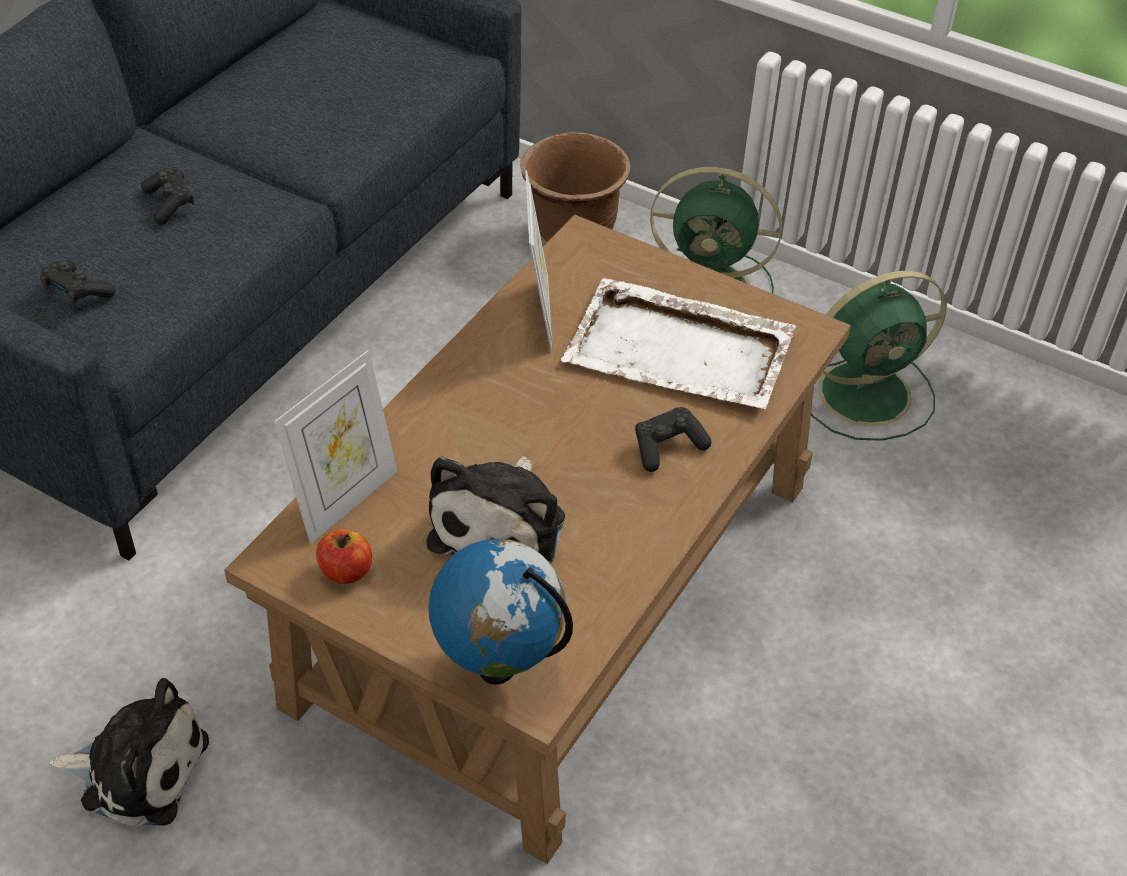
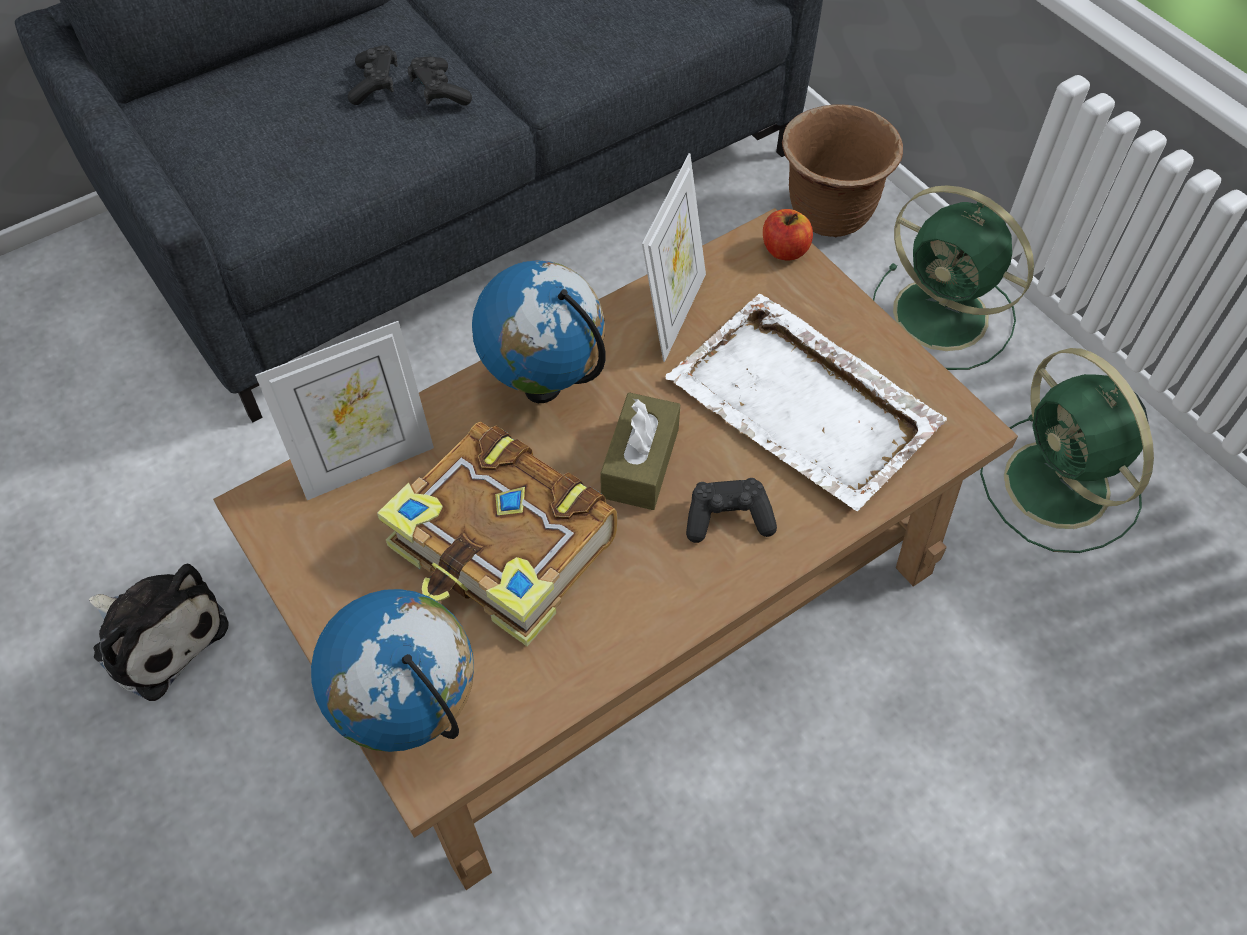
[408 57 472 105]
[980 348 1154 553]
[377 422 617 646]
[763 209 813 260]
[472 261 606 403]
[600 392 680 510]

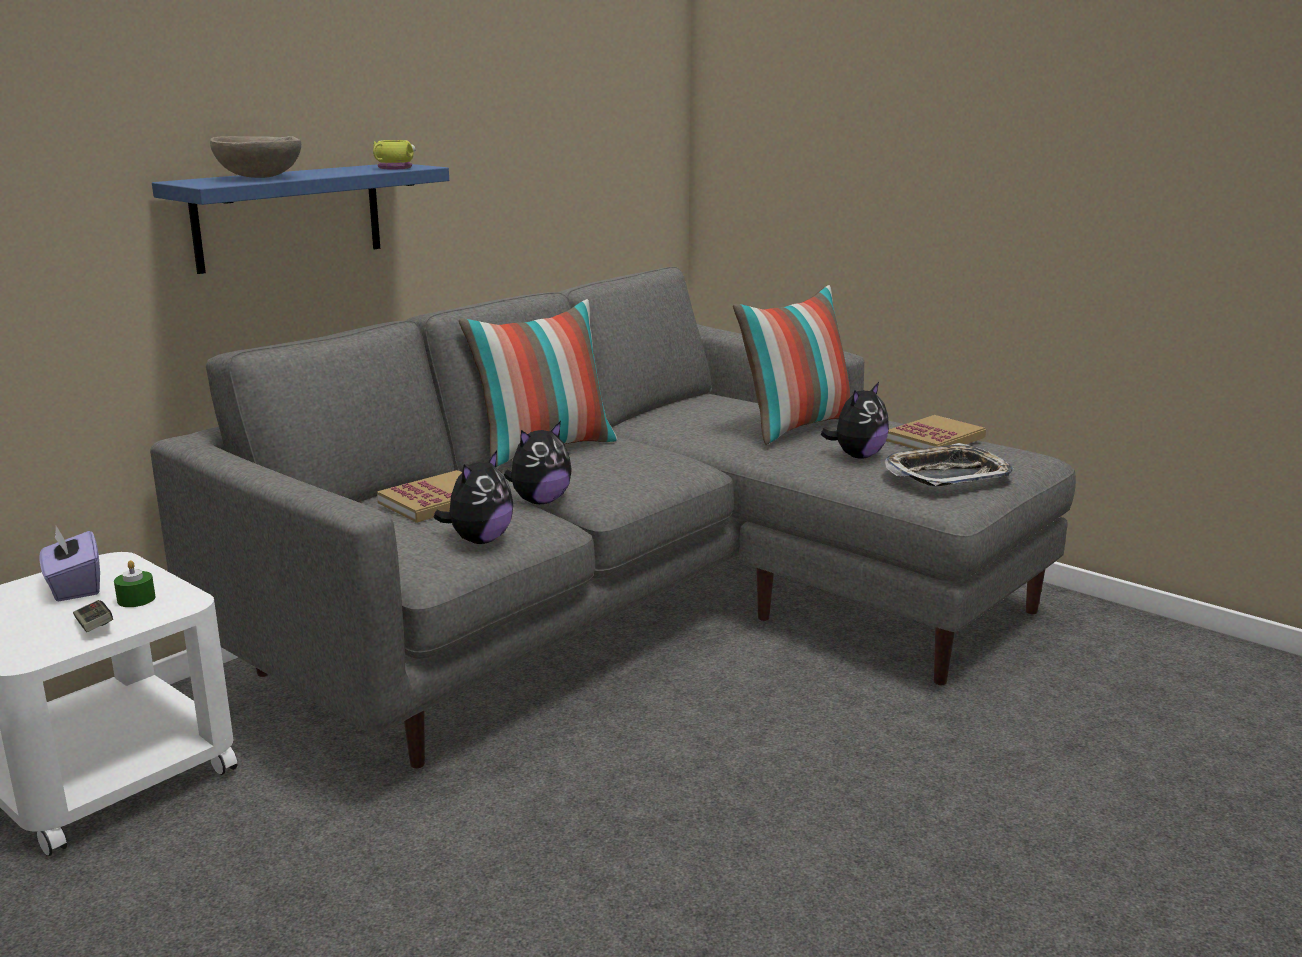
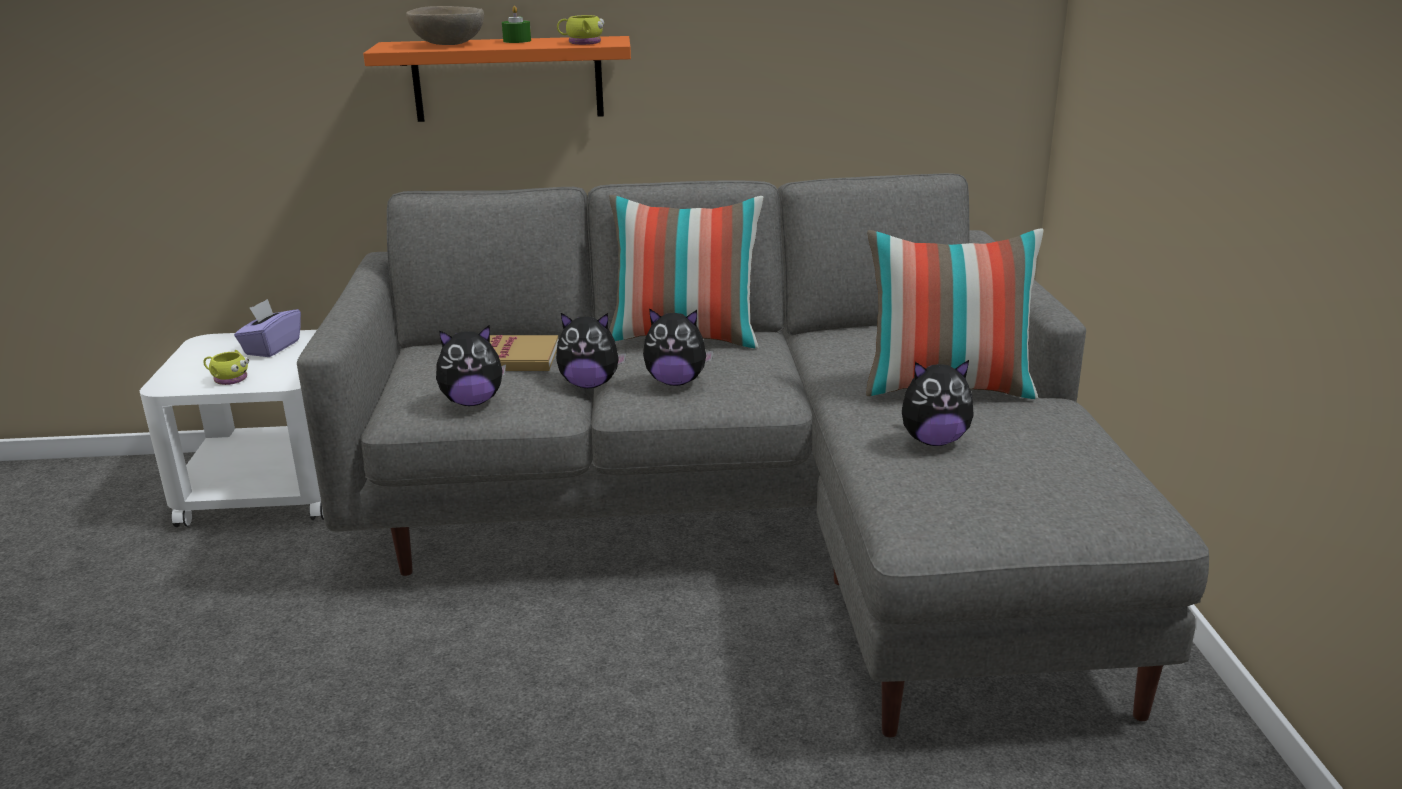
[363 36 631 122]
[886 415 986 450] (first image)
[885 443 1014 486] (first image)
[502 6 531 43]
[203 350 249 385]
[643 308 714 386]

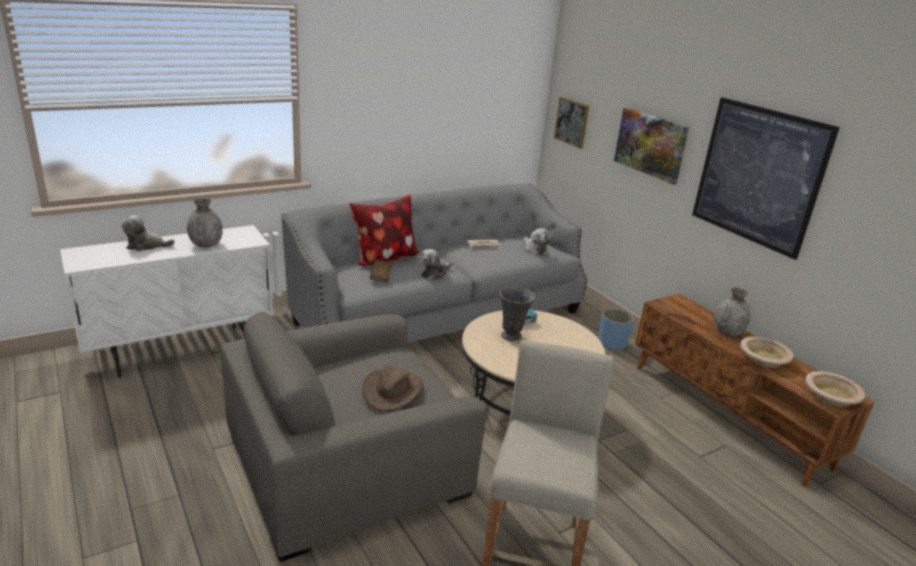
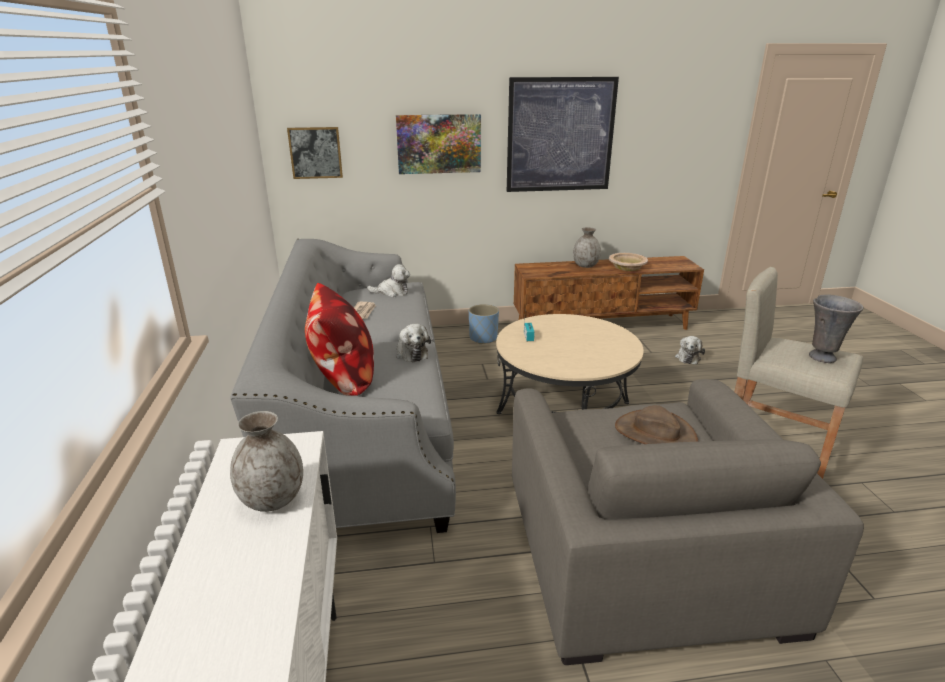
[675 336 705 365]
[370 259 392 283] (first image)
[809 295 864 363]
[805 371 865 407] (first image)

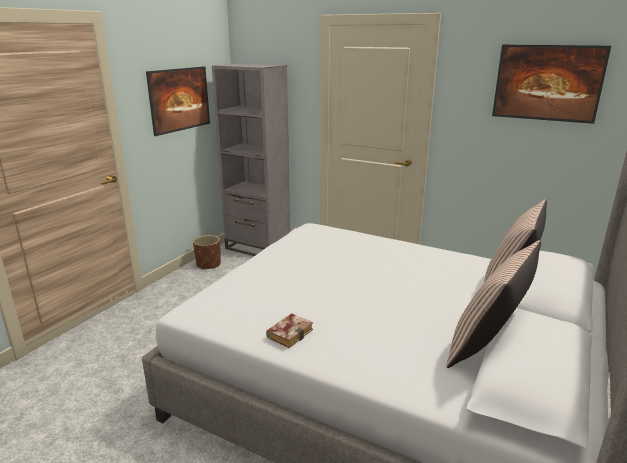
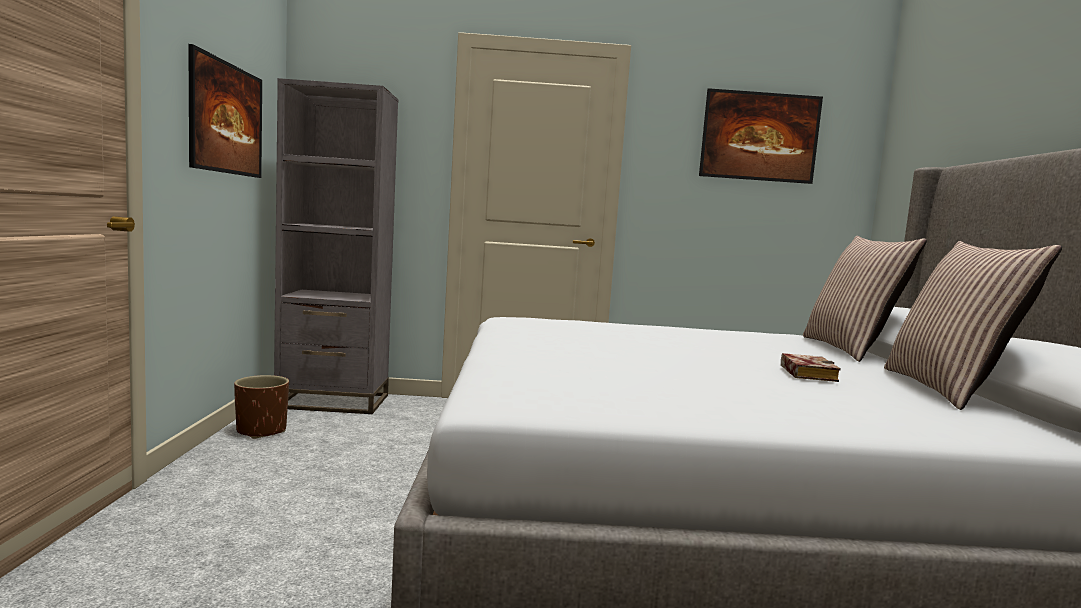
[781 353 841 382]

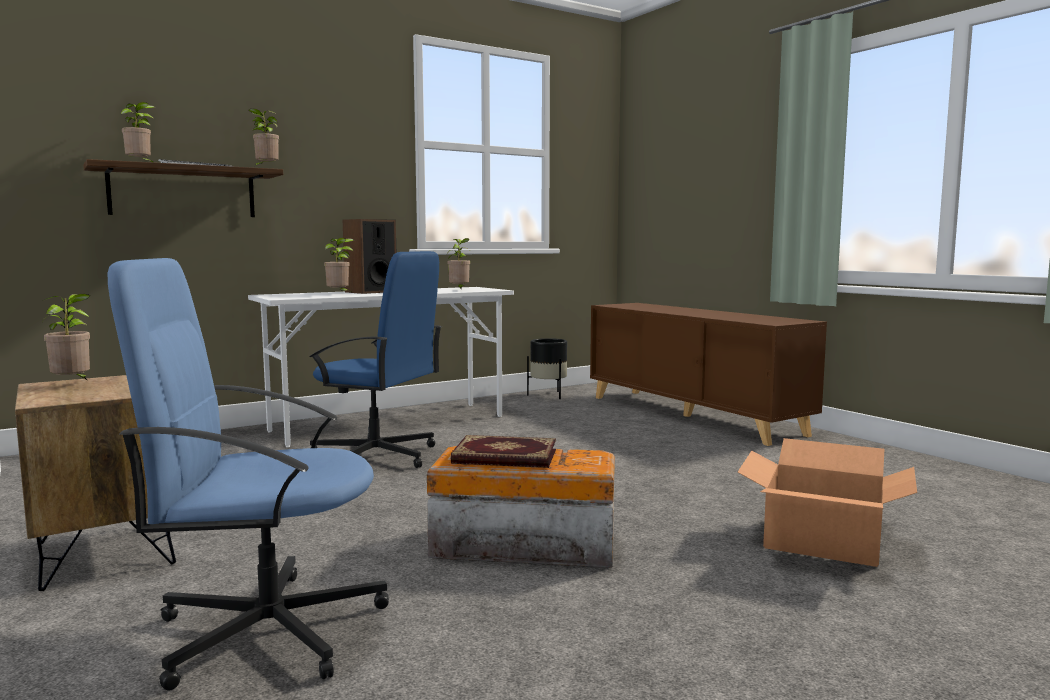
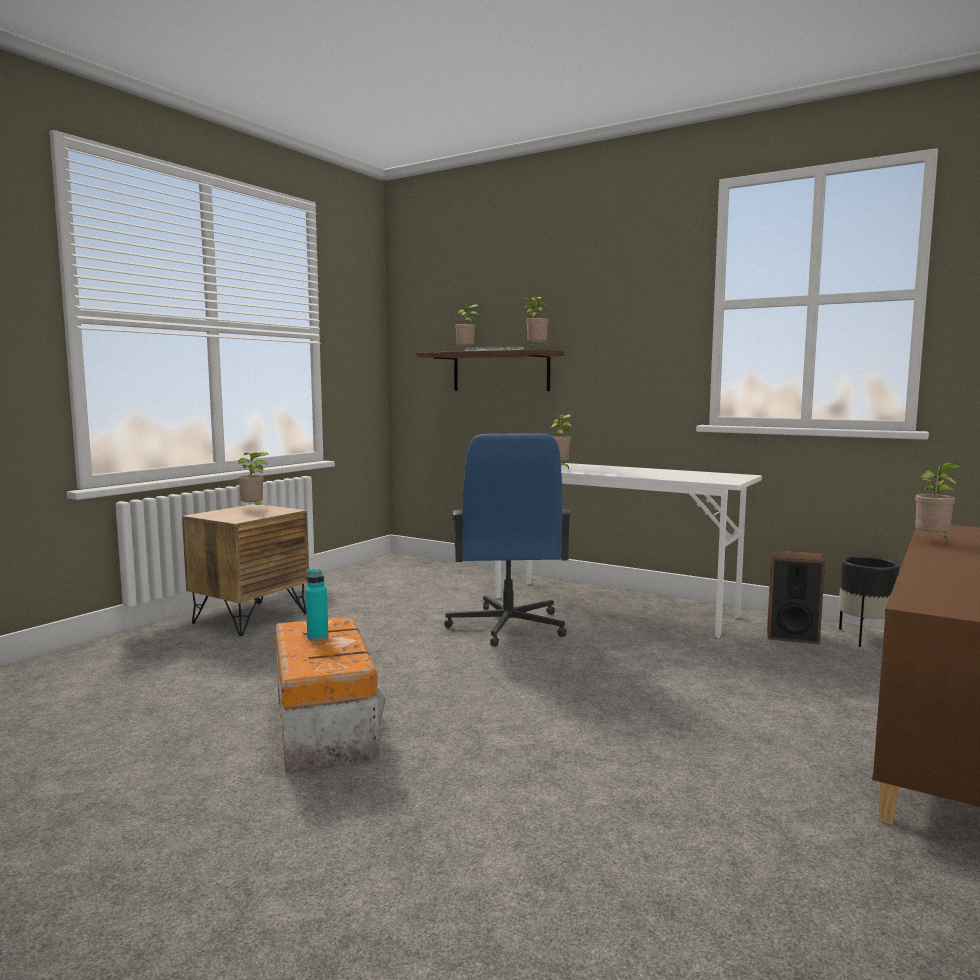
[767 550 825 645]
[915 463 962 539]
[108 258 389 691] (first image)
[306 569 328 641]
[738 438 917 567] (first image)

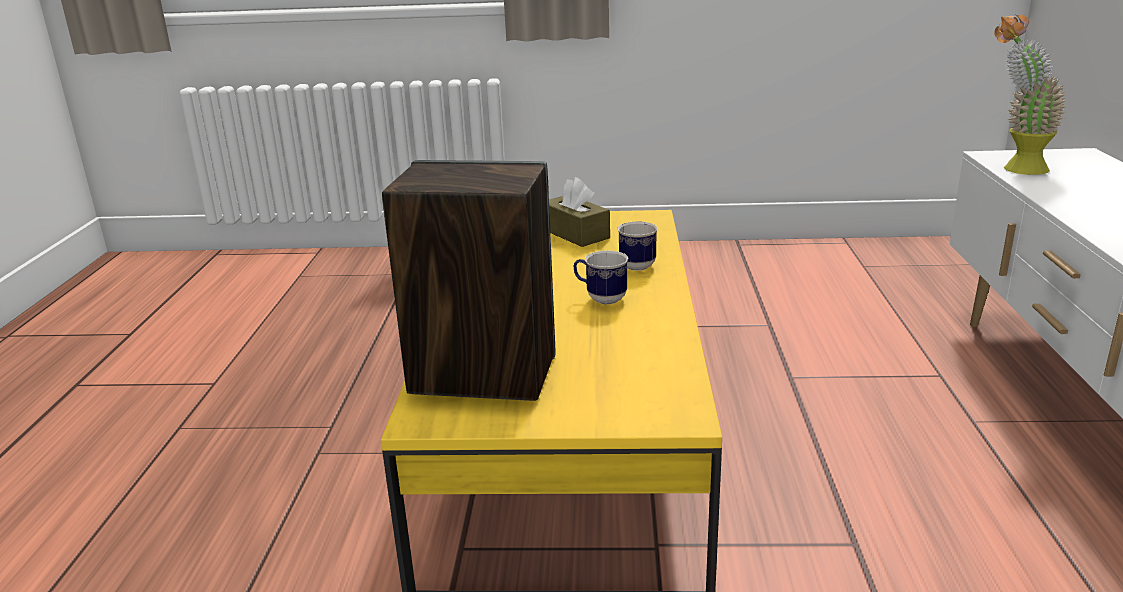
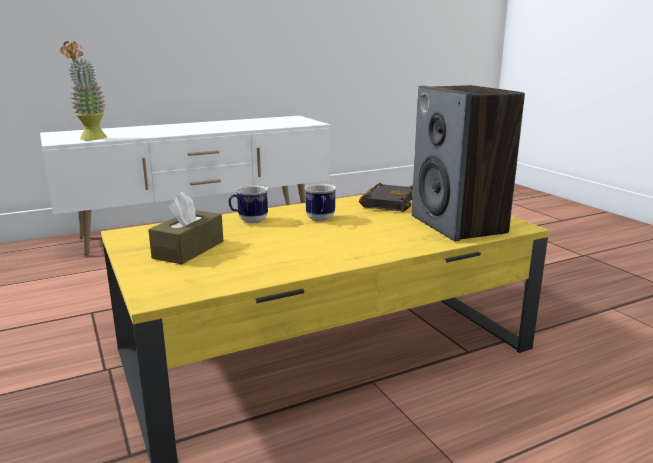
[359 183 413 212]

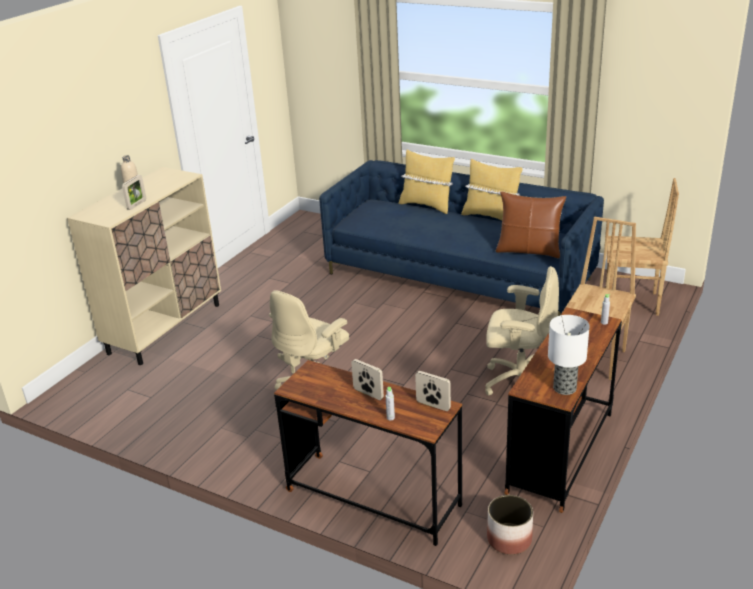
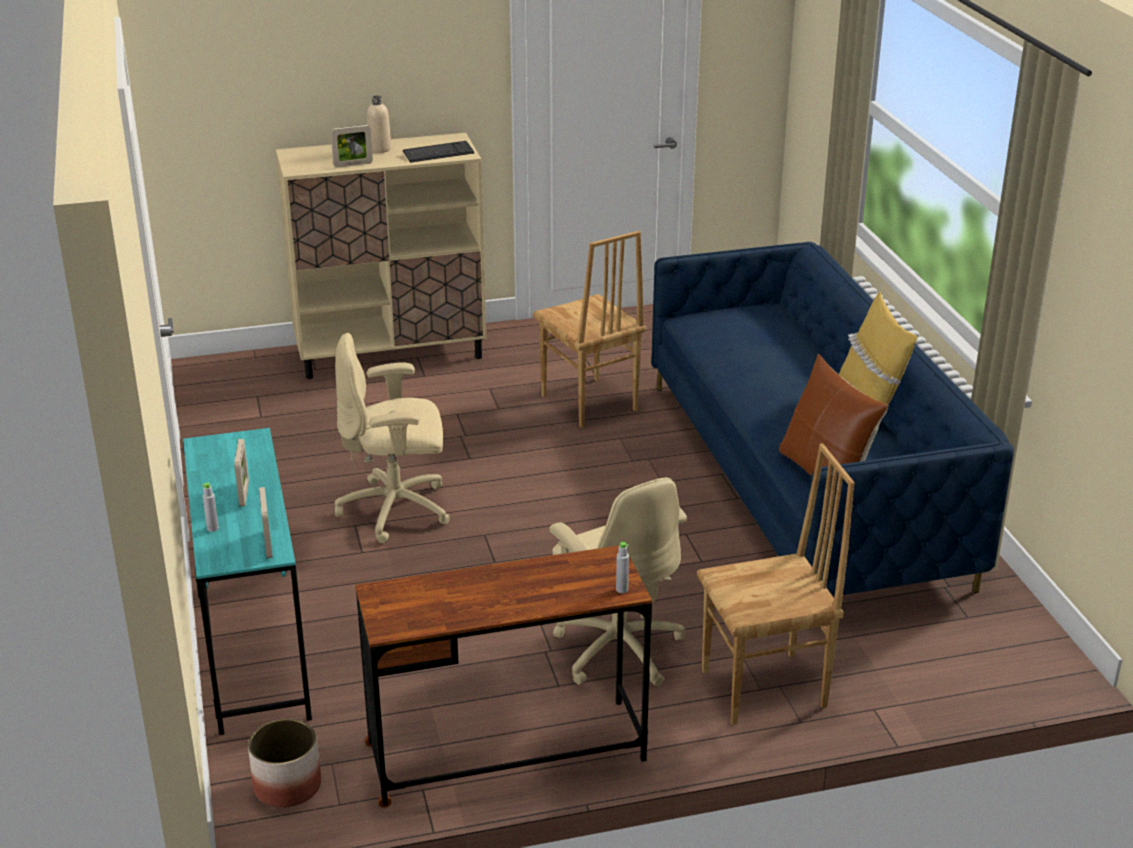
[398 149 455 214] (first image)
[533 231 646 428]
[548 315 590 395] (first image)
[183 428 312 735]
[403 141 474 163]

